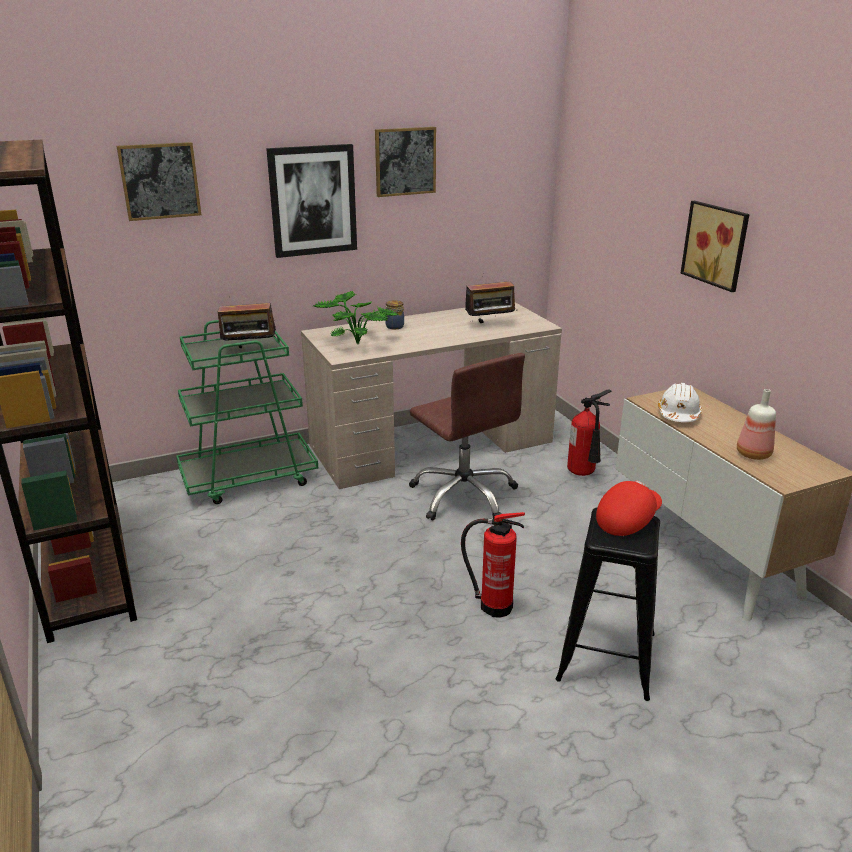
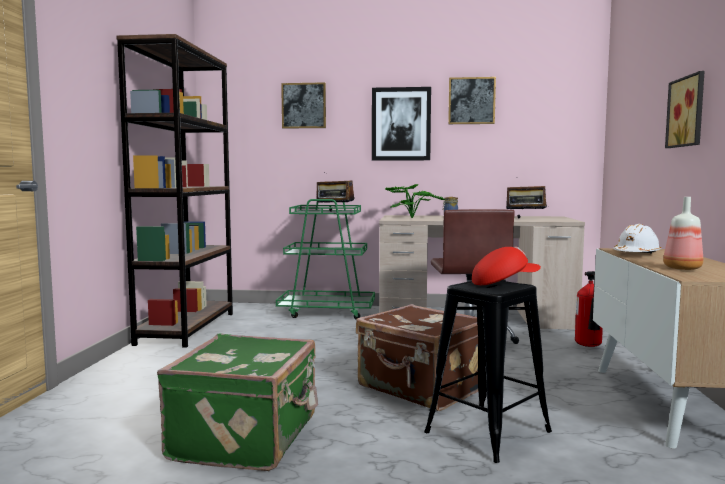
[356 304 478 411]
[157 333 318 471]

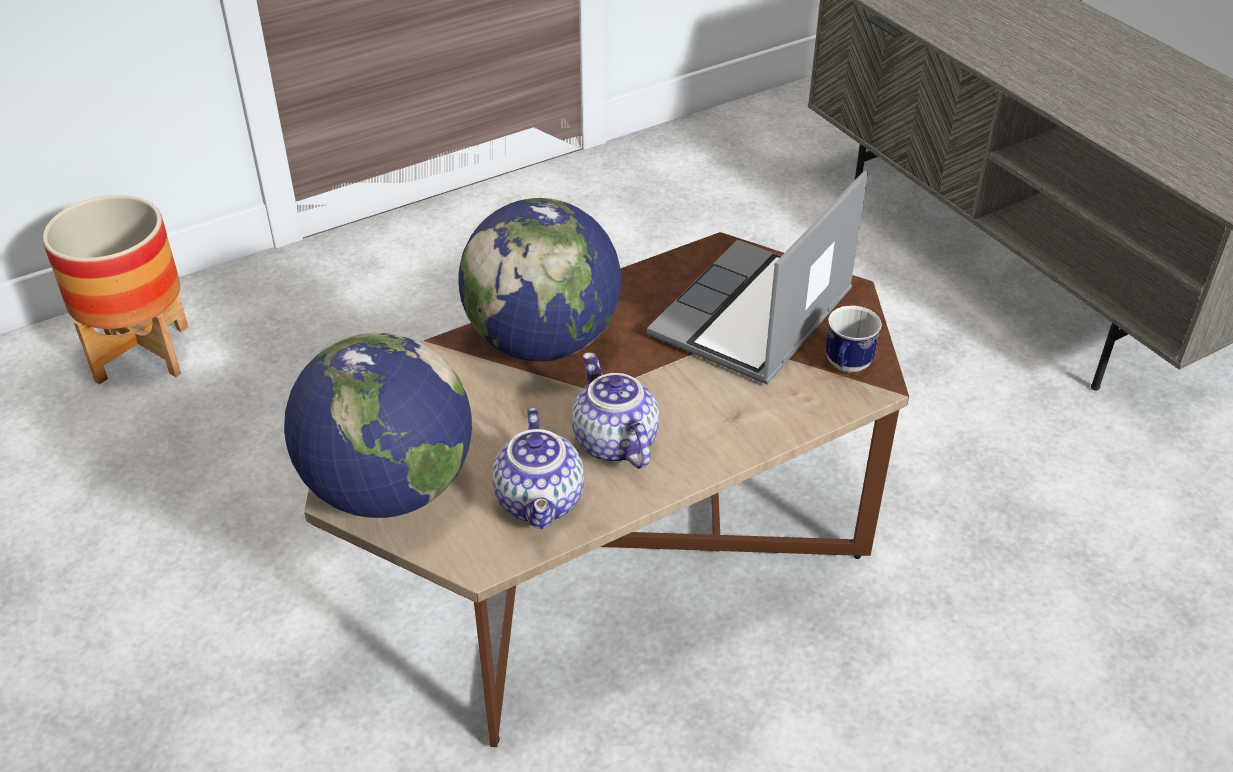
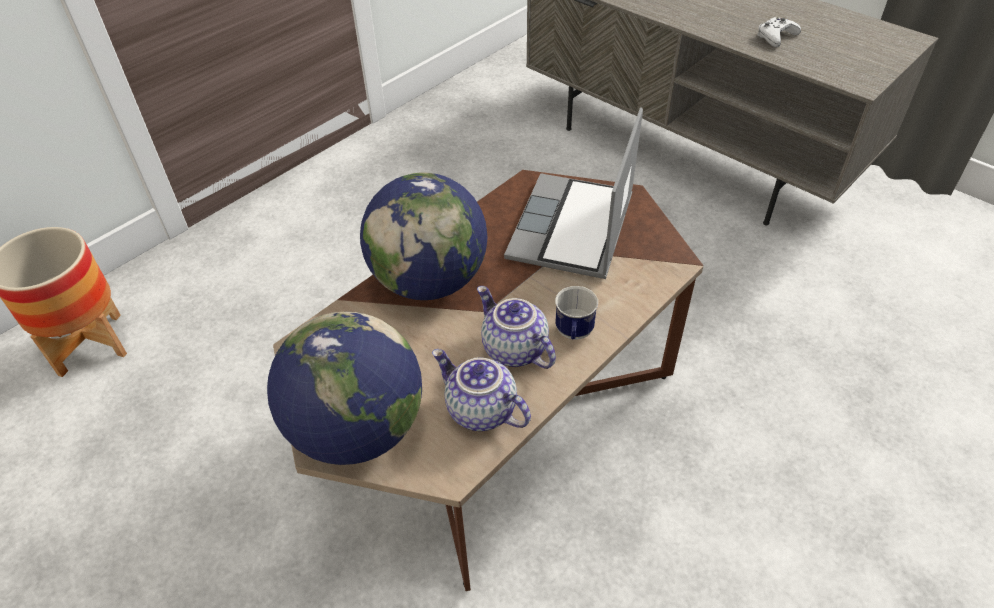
[555 286 598 340]
[432 349 531 431]
[757 17 801 47]

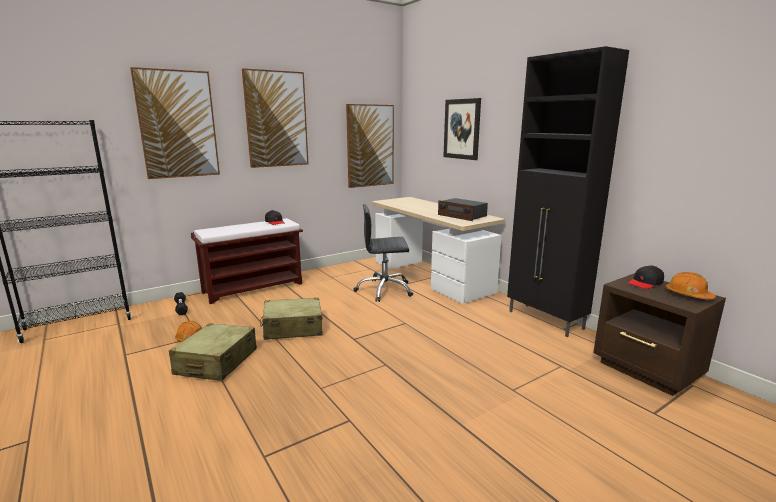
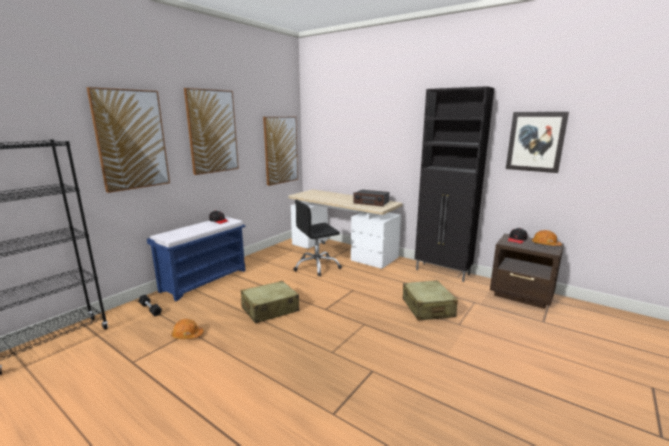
[506 112 569 173]
[147 216 246 301]
[403 280 458 320]

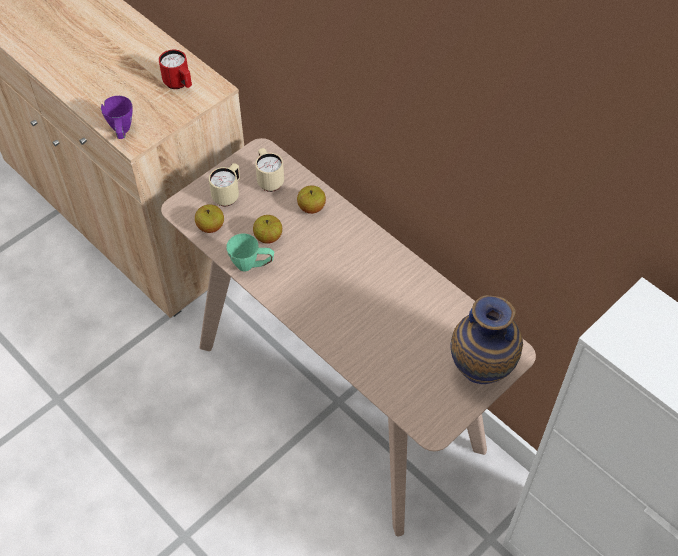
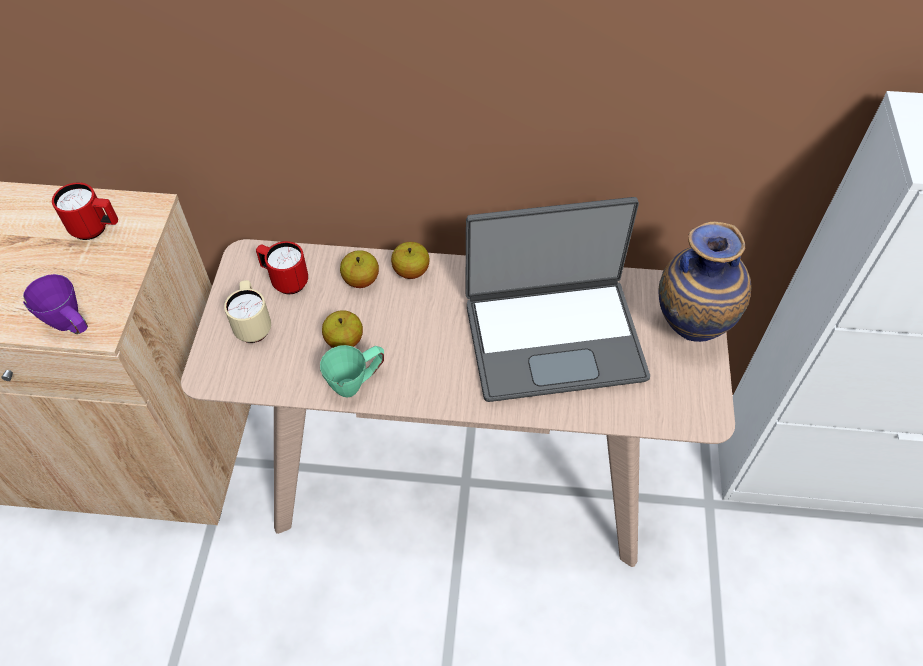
[256 241 308 294]
[391 242 430 279]
[465 197 650 402]

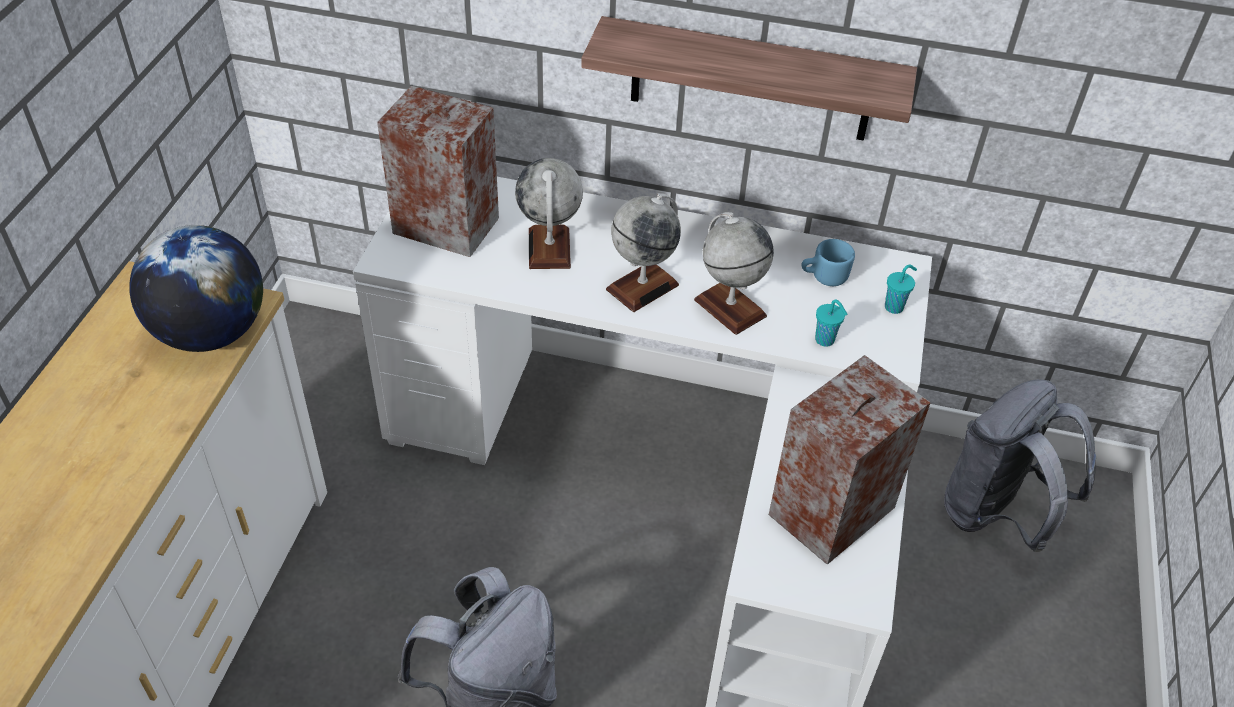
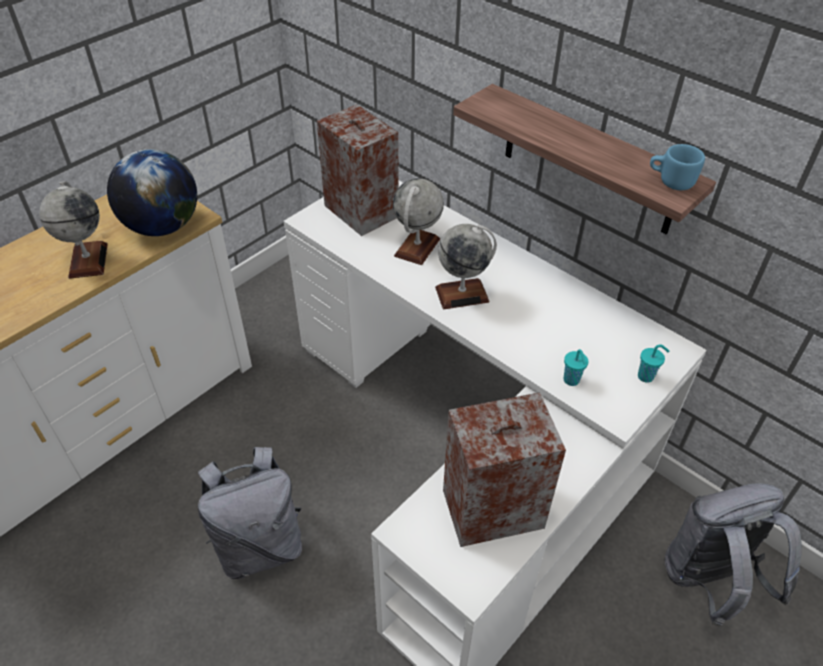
[39 181 108 279]
[650 144 705 190]

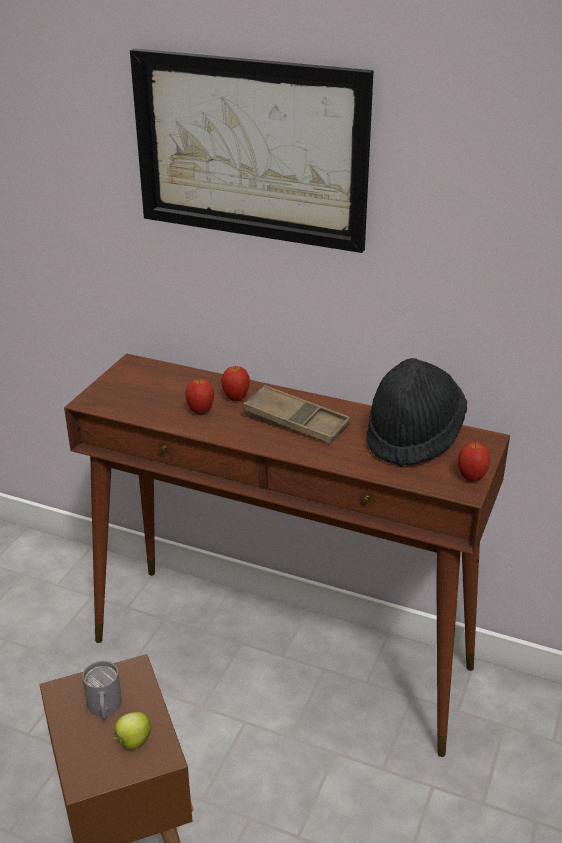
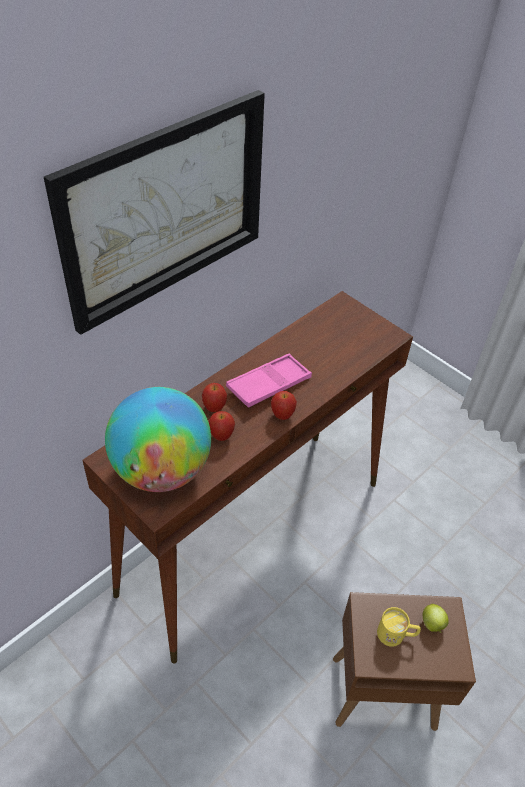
[366 358 467 467] (first image)
[226 354 312 408]
[271 391 297 420]
[377 607 421 647]
[105 387 211 492]

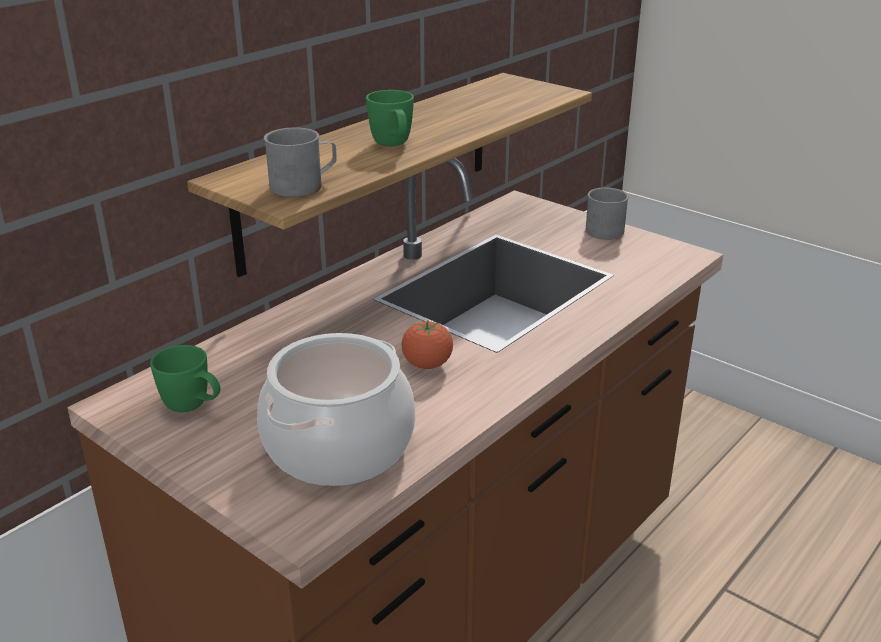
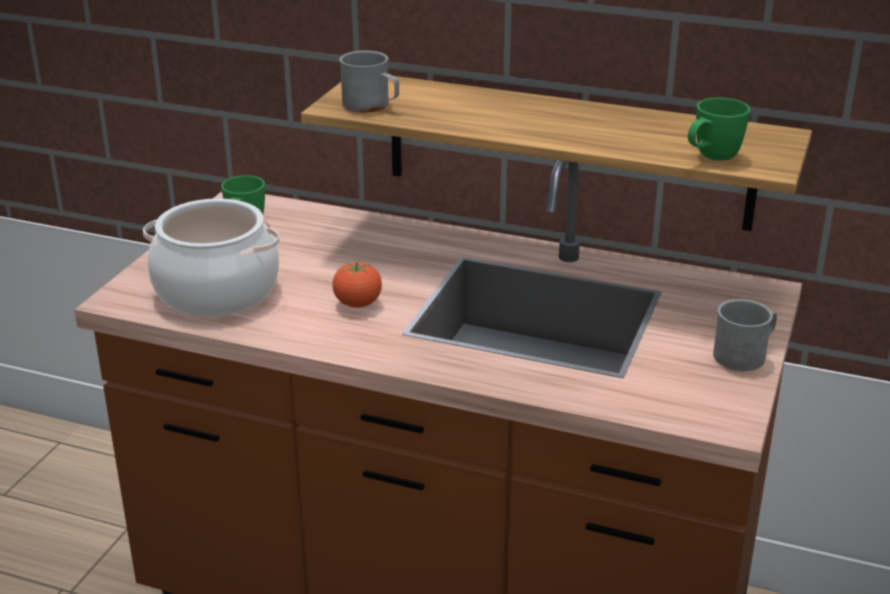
[688 98 750 161]

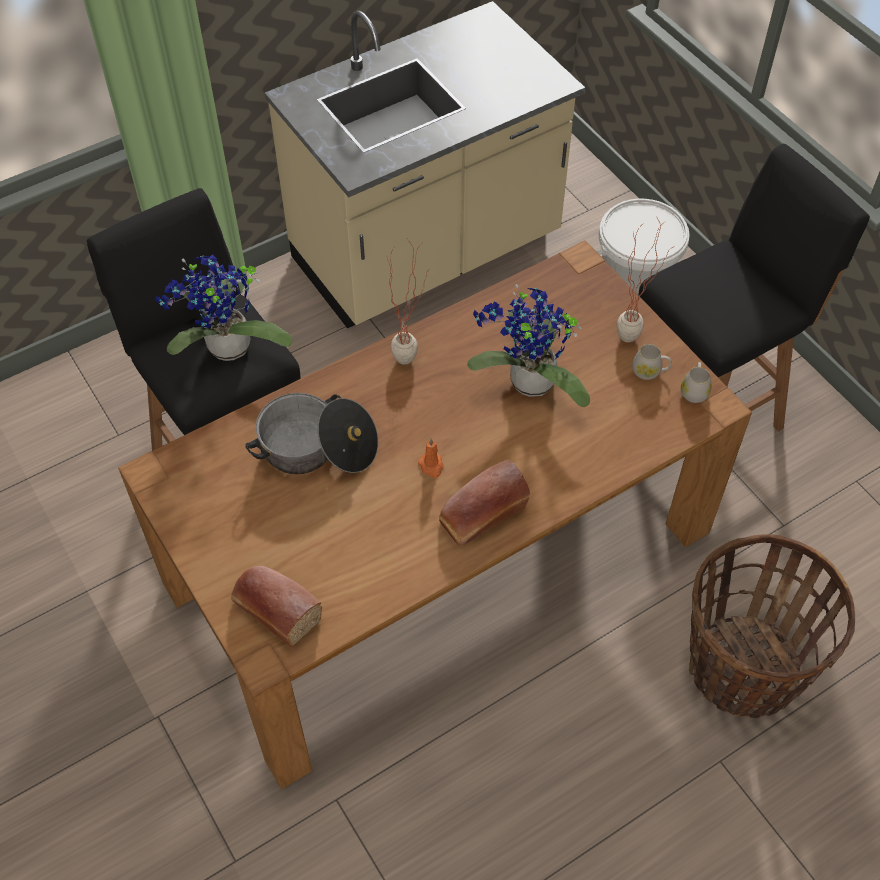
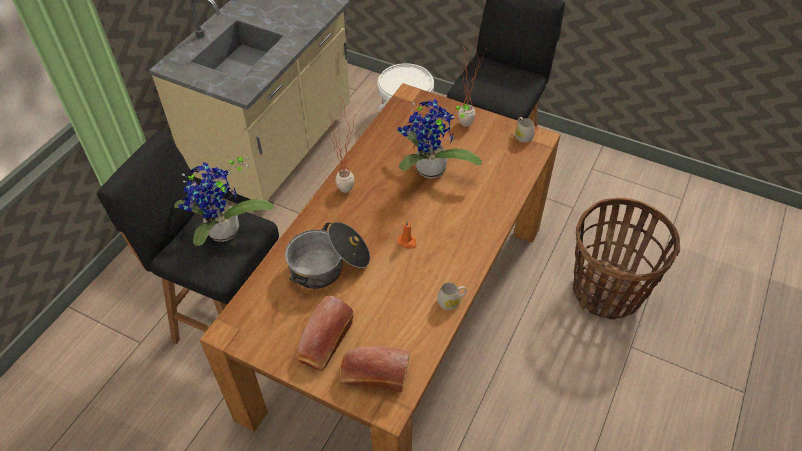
[437 282 467 310]
[297 296 353 371]

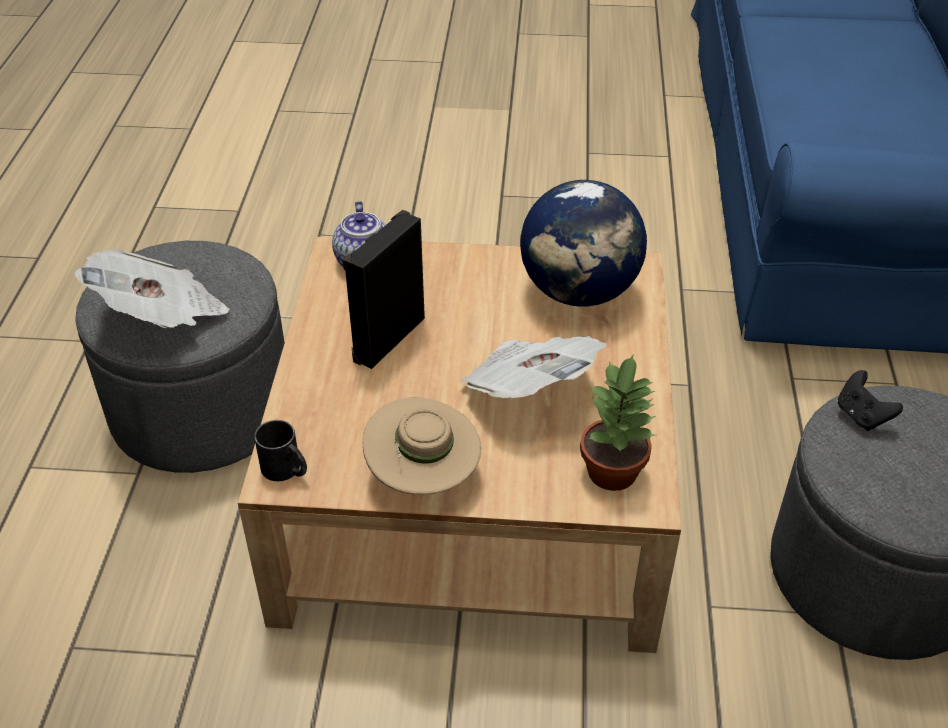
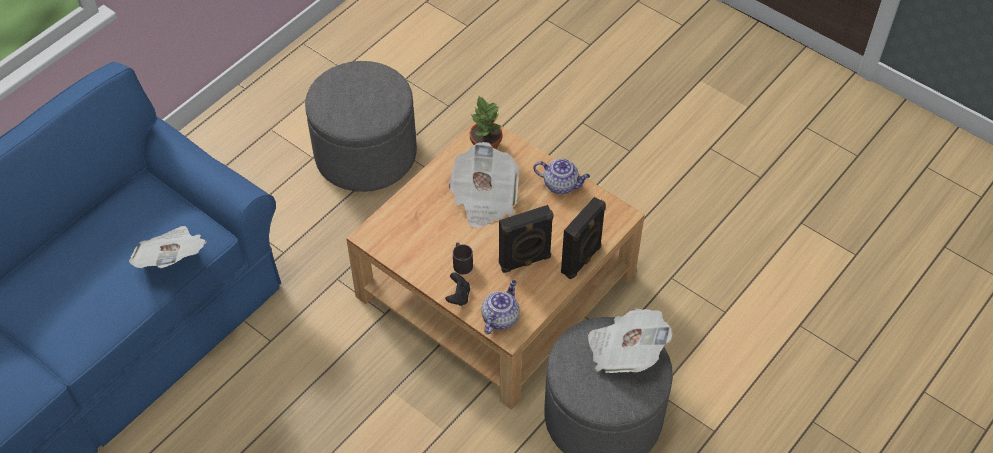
[520 180 647 307] (first image)
[445 272 470 306]
[533 159 590 194]
[453 242 473 275]
[561 197 606 279]
[129 226 207 268]

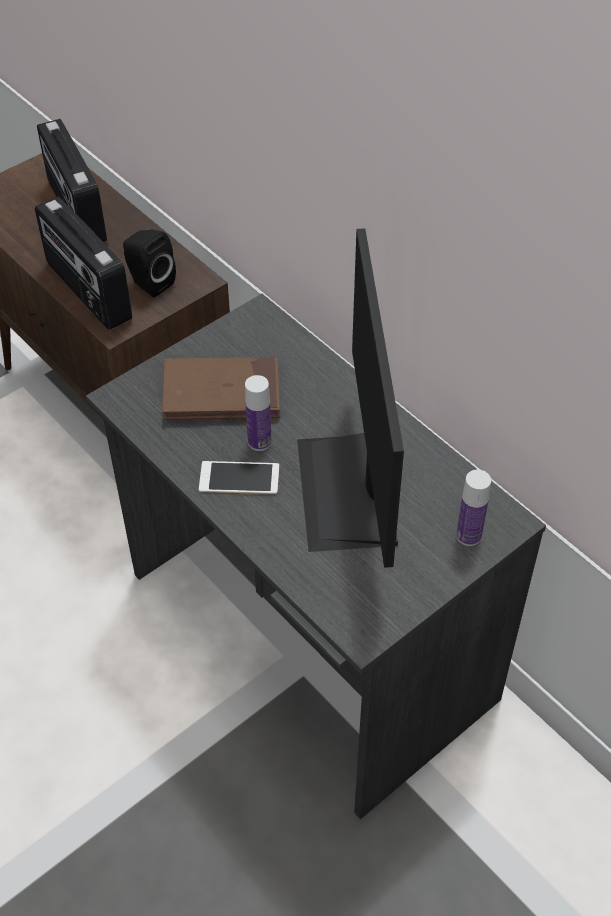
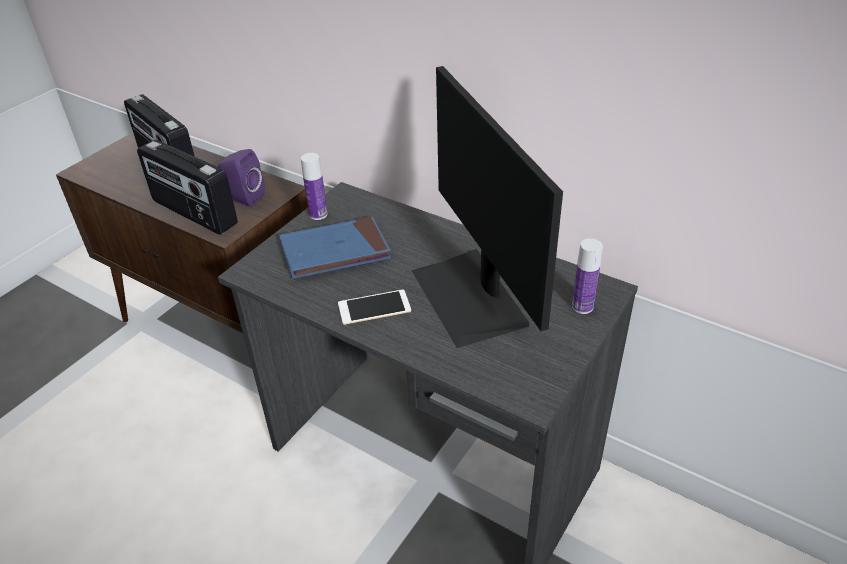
[218 149 265 207]
[279 217 391 279]
[301 153 328 220]

